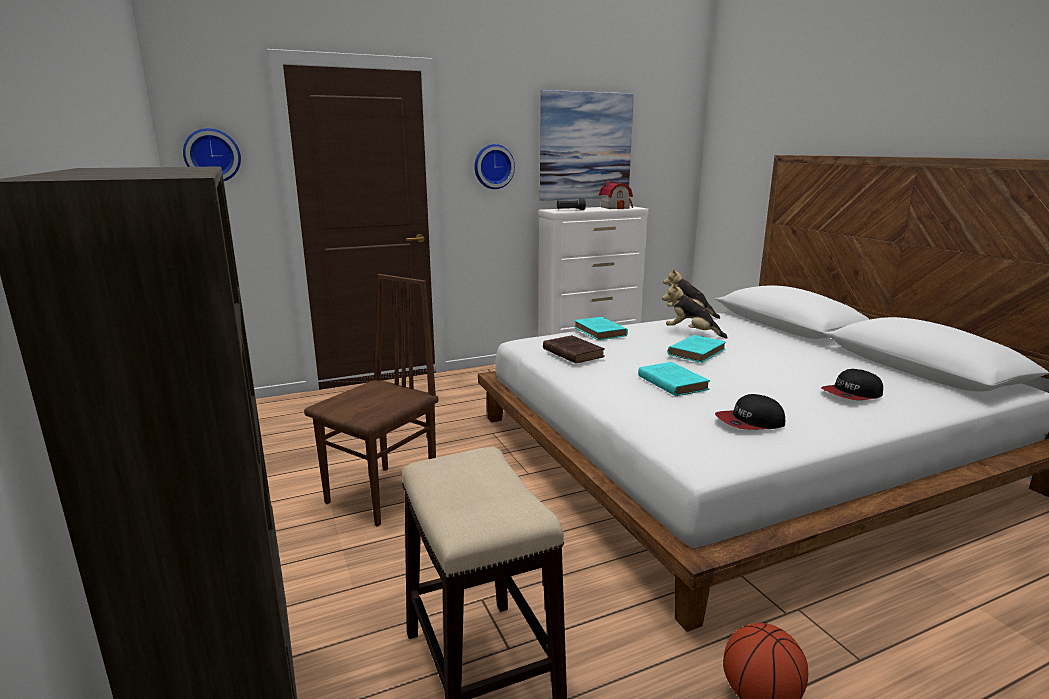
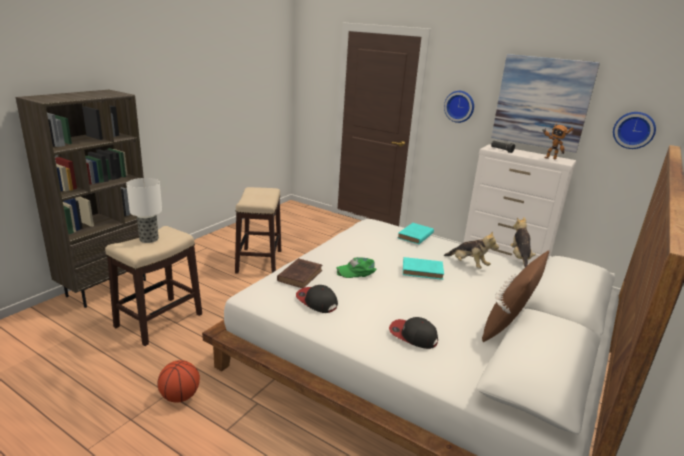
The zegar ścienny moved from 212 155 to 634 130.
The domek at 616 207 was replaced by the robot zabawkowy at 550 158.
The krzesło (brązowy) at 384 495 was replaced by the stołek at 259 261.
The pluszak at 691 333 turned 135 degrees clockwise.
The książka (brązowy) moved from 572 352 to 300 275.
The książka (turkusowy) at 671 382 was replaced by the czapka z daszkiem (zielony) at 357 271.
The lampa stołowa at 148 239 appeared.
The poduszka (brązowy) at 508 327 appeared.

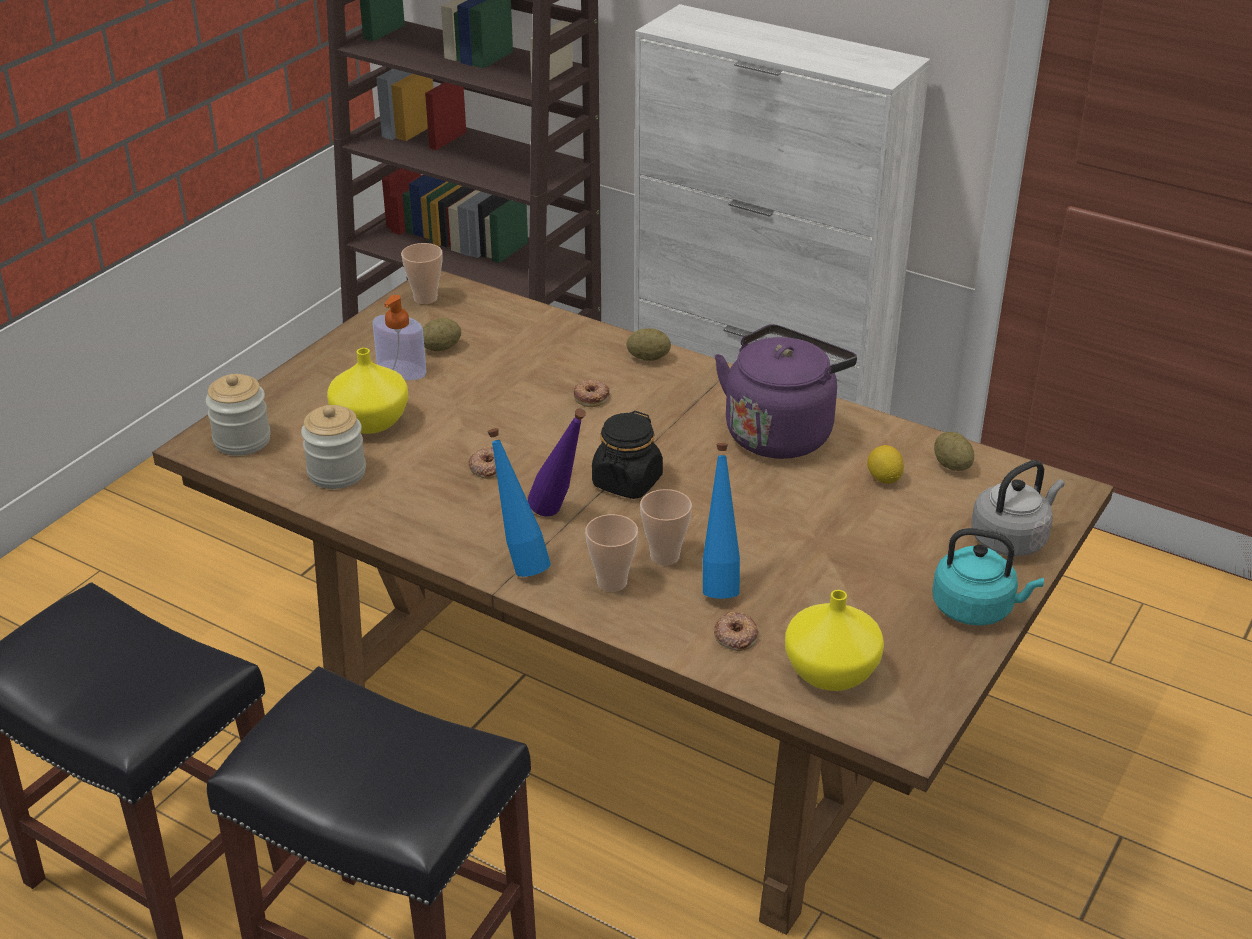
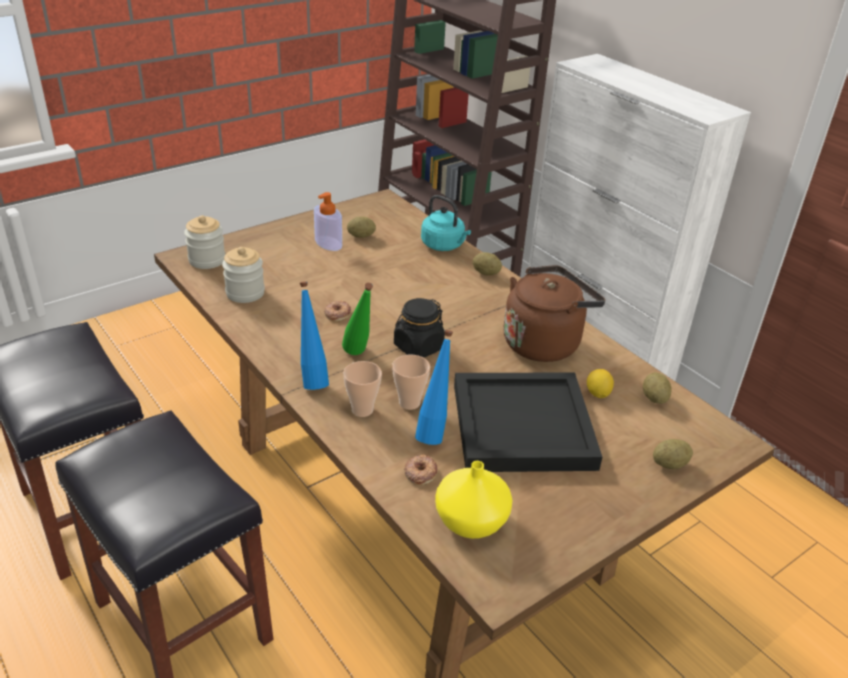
The filiżanka at 425 298 disappeared.
The czajnik (fioletowy) at 781 432 became the czajnik (brązowy) at 544 342.
The wazon (żółty) at 371 420 disappeared.
The donut at 591 397 disappeared.
The butelka (fioletowy) at 559 516 became the butelka (zielony) at 359 356.
The czajnik (szary) at 1011 539 was replaced by the ziemniak at 669 464.
The czajnik (turkusowy) moved from 976 609 to 444 245.
The taca (czarny) at 521 427 appeared.

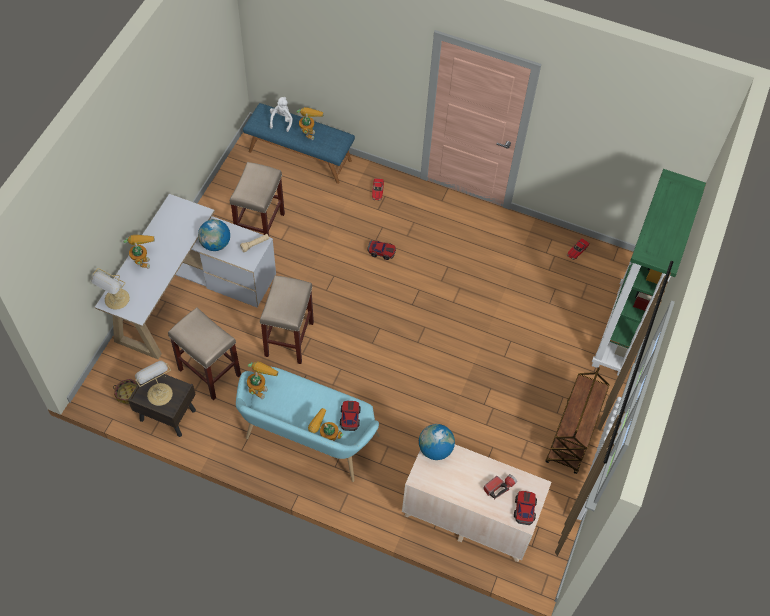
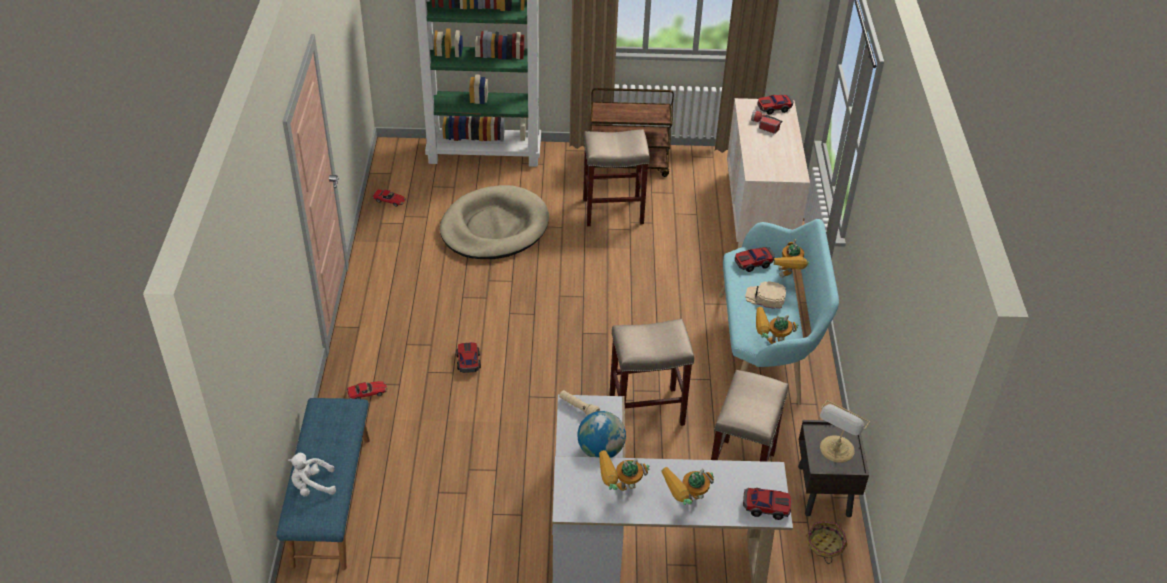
The robot zabawkowy moved from 308 131 to 619 491.
The stołek (beżowy) moved from 260 226 to 612 211.
The lampa stołowa at 116 300 was replaced by the samochodzik at 766 506.
The globus at 435 449 disappeared.
The legowisko (beżowy) at 494 227 appeared.
The czapka z daszkiem (beżowy) at 765 297 appeared.

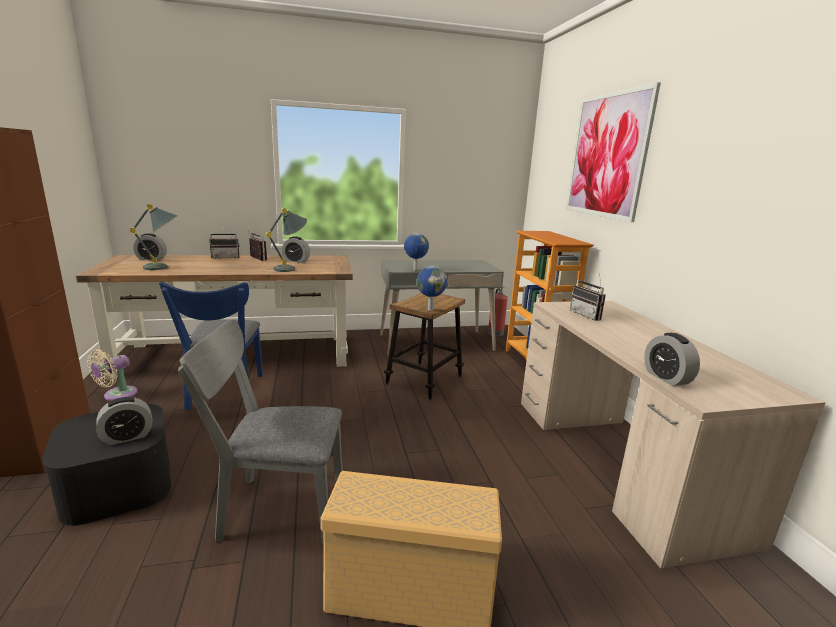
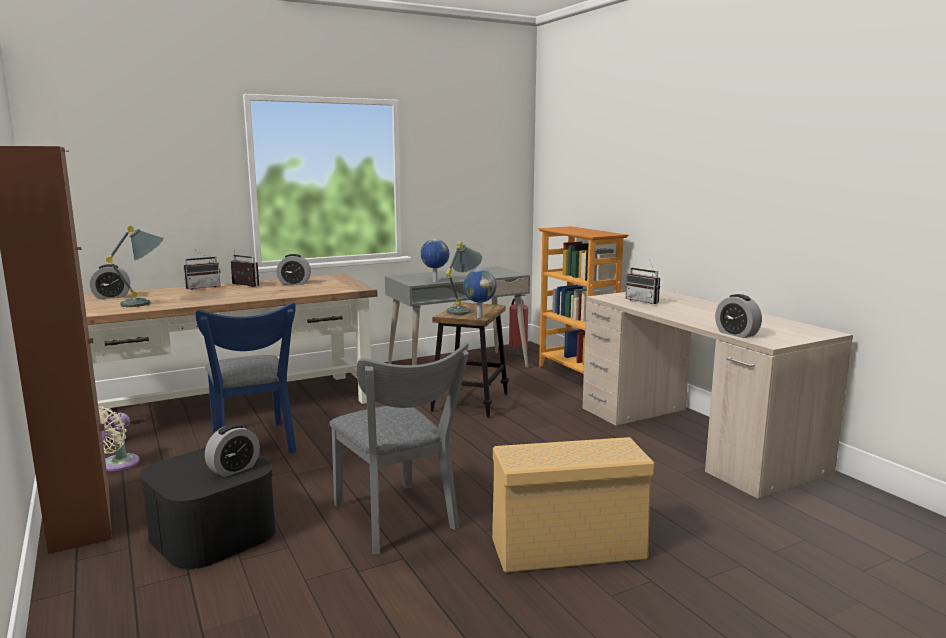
The obraz at 607 155 disappeared.
The lampa stołowa (szary) moved from 291 268 to 464 310.
The krzesło (szary) at 274 508 turned 105 degrees counterclockwise.

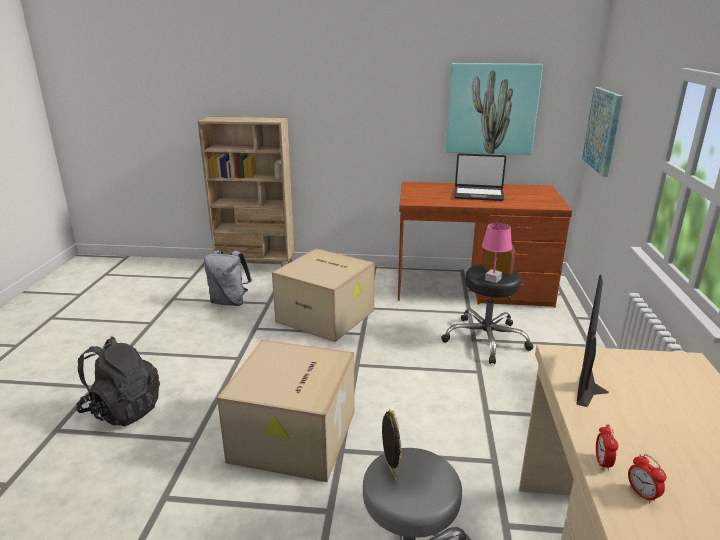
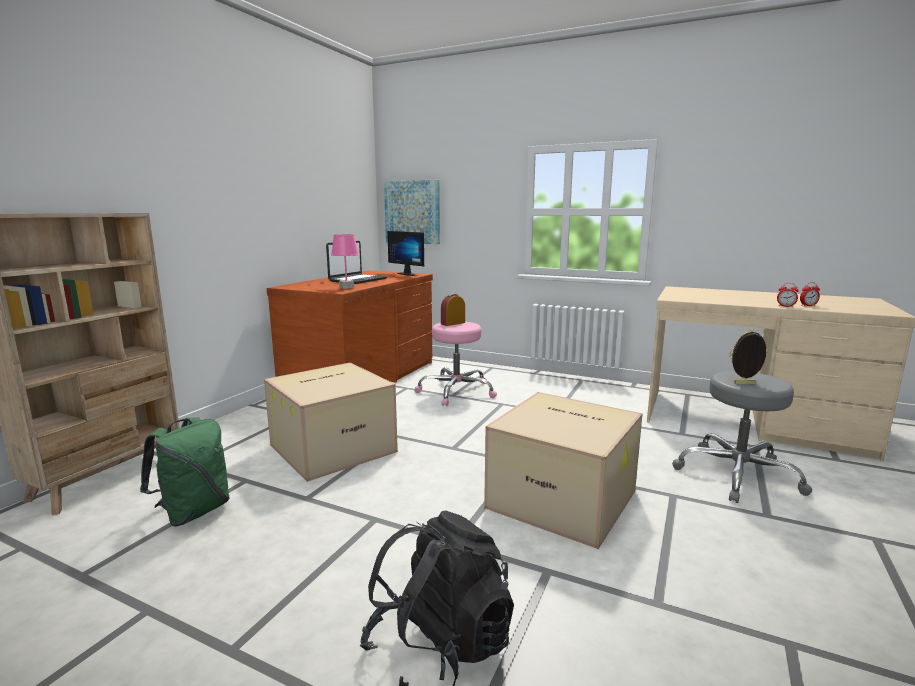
The obraz at 491 109 disappeared.
The lampa stołowa (różowy) moved from 493 279 to 346 287.
The plecak (szary) at 230 302 became the plecak (zielony) at 194 512.
The stołek (czarny) at 486 339 became the stołek (różowy) at 456 391.
The monitor moved from 593 388 to 410 274.

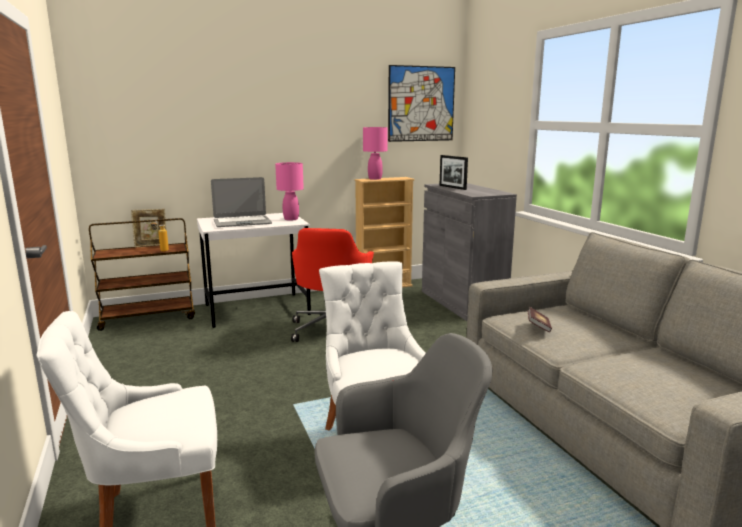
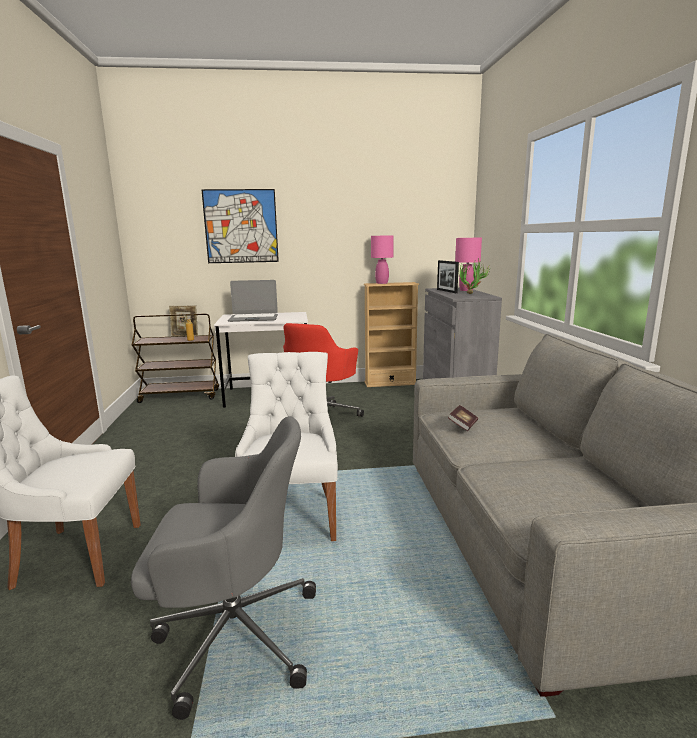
The obraz moved from 421 104 to 241 226.
The lampa stołowa (różowy) moved from 290 219 to 466 290.
The roślina doniczkowa at 471 294 appeared.

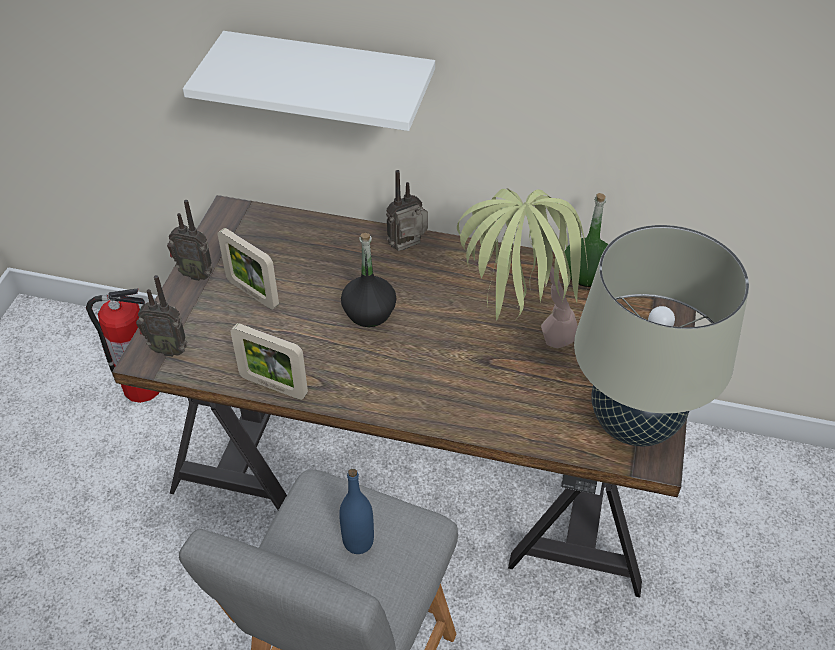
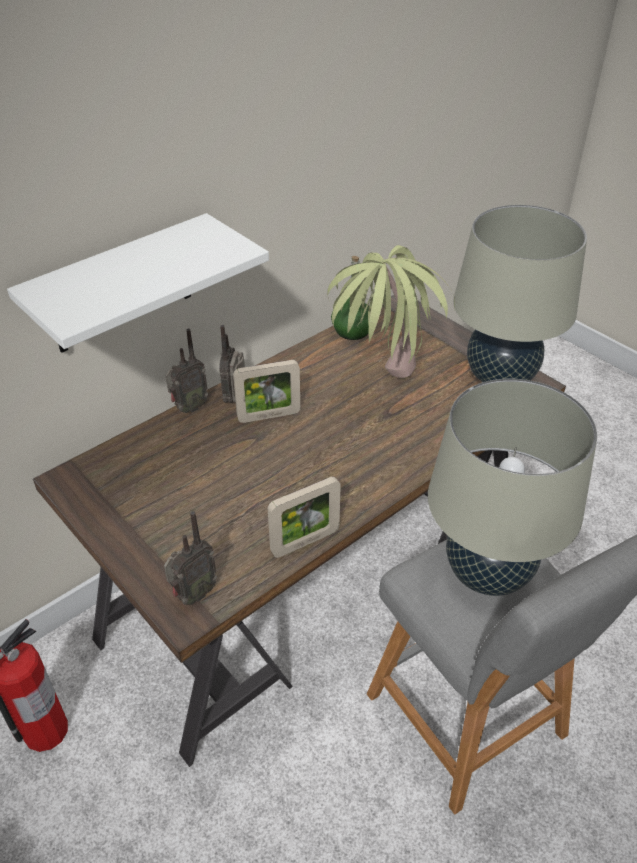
The radio moved from 196 273 to 188 408.
The ramka na zdjęcie moved from 252 293 to 269 416.
The butelka (czarny) at 369 312 disappeared.
The butelka (niebieski) at 358 542 was replaced by the lampa stołowa (beżowy) at 488 572.

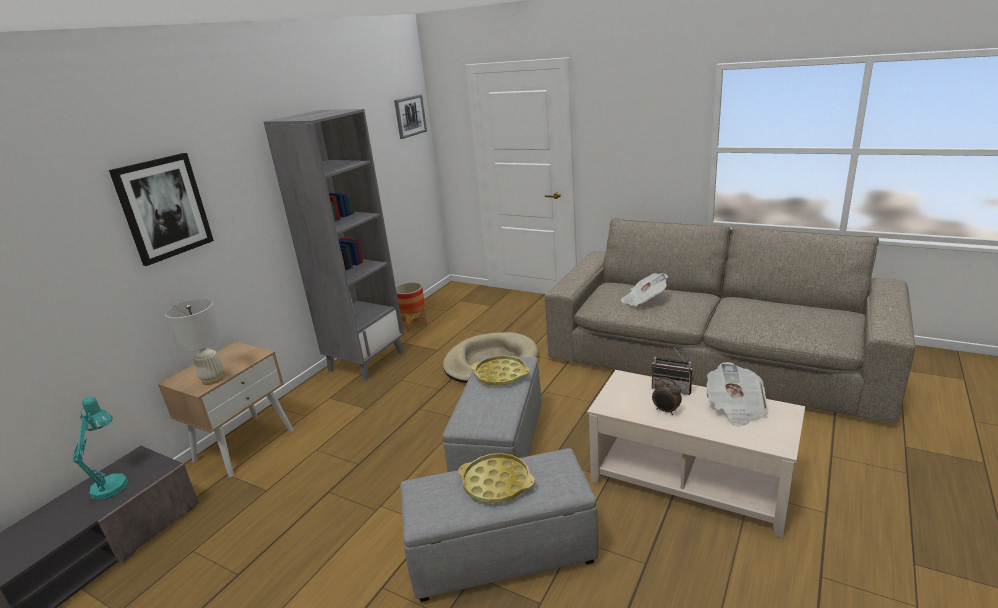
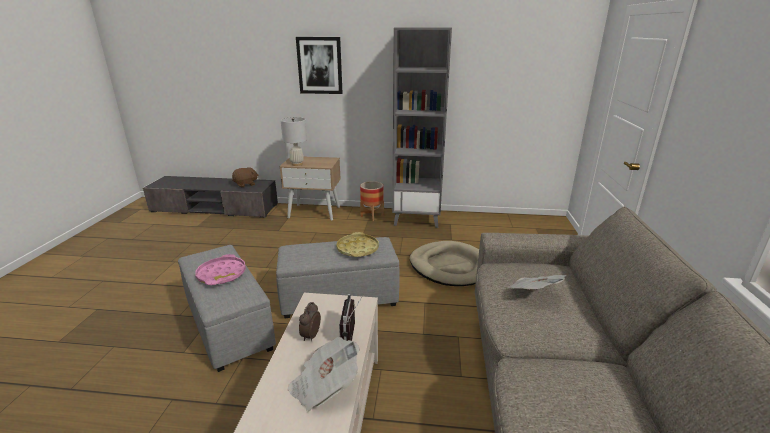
The obraz at 410 116 disappeared.
The donica moved from 414 325 to 372 216.
The lampa stołowa (turkusowy) at 113 483 was replaced by the pluszak (brązowy) at 246 184.
The taca (żółty) at 496 483 became the taca (różowy) at 222 274.

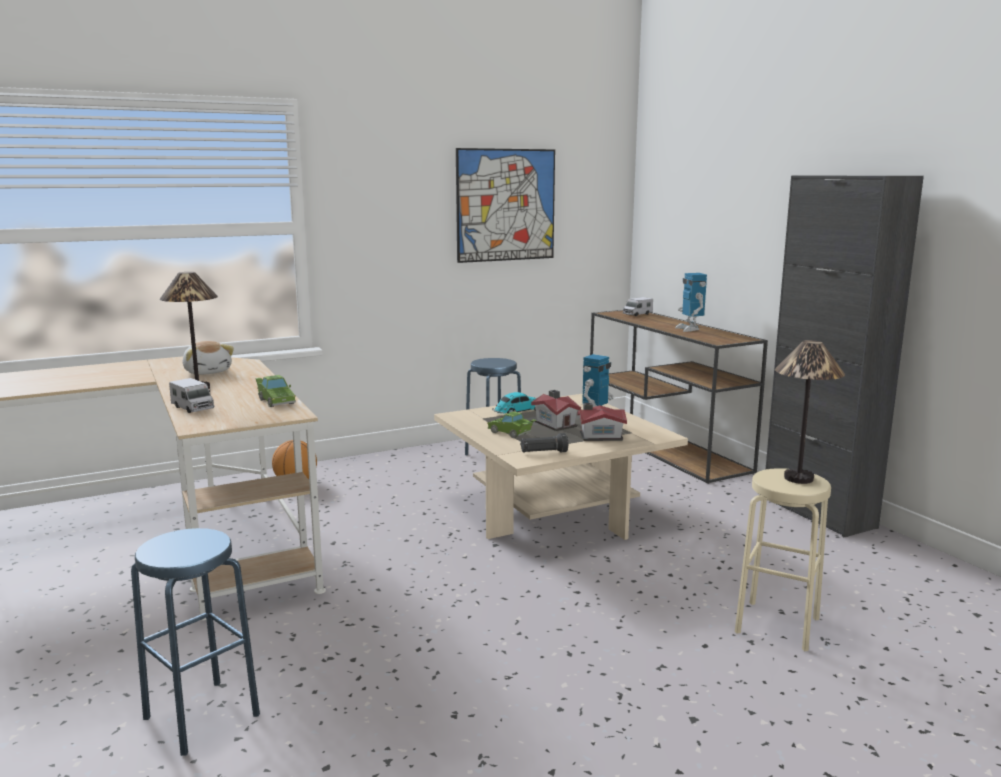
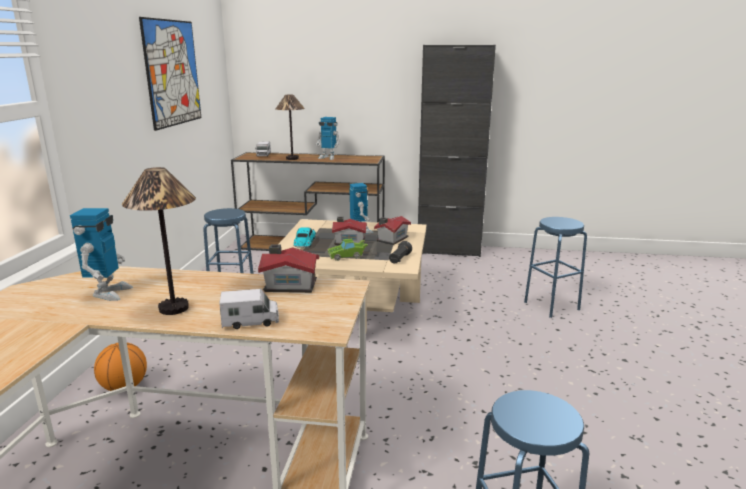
The lampa stołowa moved from 799 479 to 292 158.
The pluszak at 208 372 was replaced by the robot zabawkowy at 108 293.
The samochodzik (zielony) at 275 401 was replaced by the domek at 289 285.
The stołek (beżowy) at 777 625 became the stołek (niebieski) at 551 305.

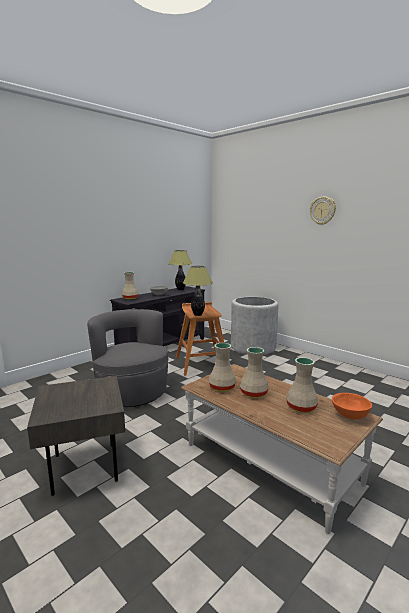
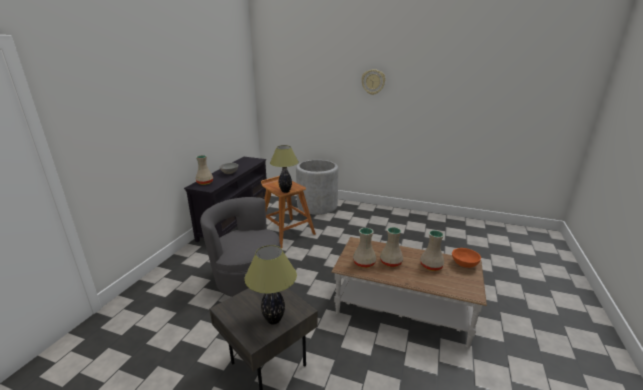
The lampa stołowa moved from 180 289 to 274 319.

